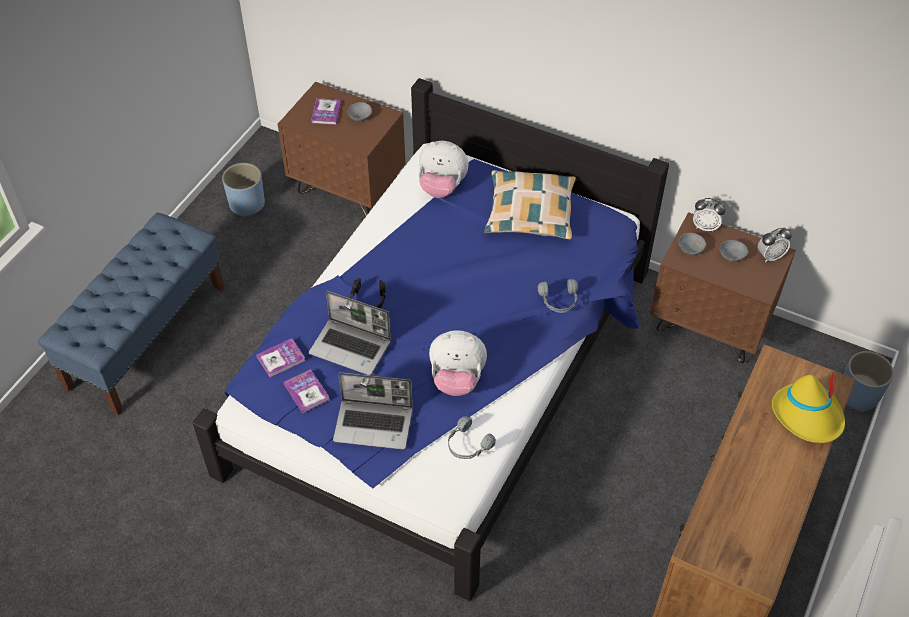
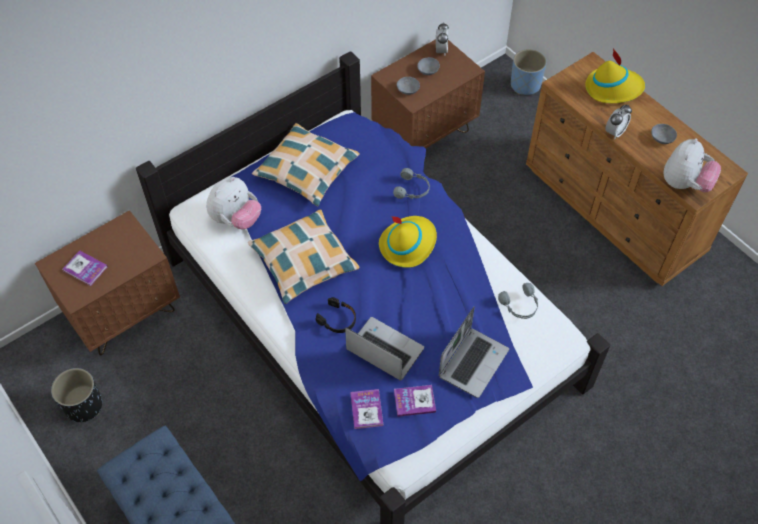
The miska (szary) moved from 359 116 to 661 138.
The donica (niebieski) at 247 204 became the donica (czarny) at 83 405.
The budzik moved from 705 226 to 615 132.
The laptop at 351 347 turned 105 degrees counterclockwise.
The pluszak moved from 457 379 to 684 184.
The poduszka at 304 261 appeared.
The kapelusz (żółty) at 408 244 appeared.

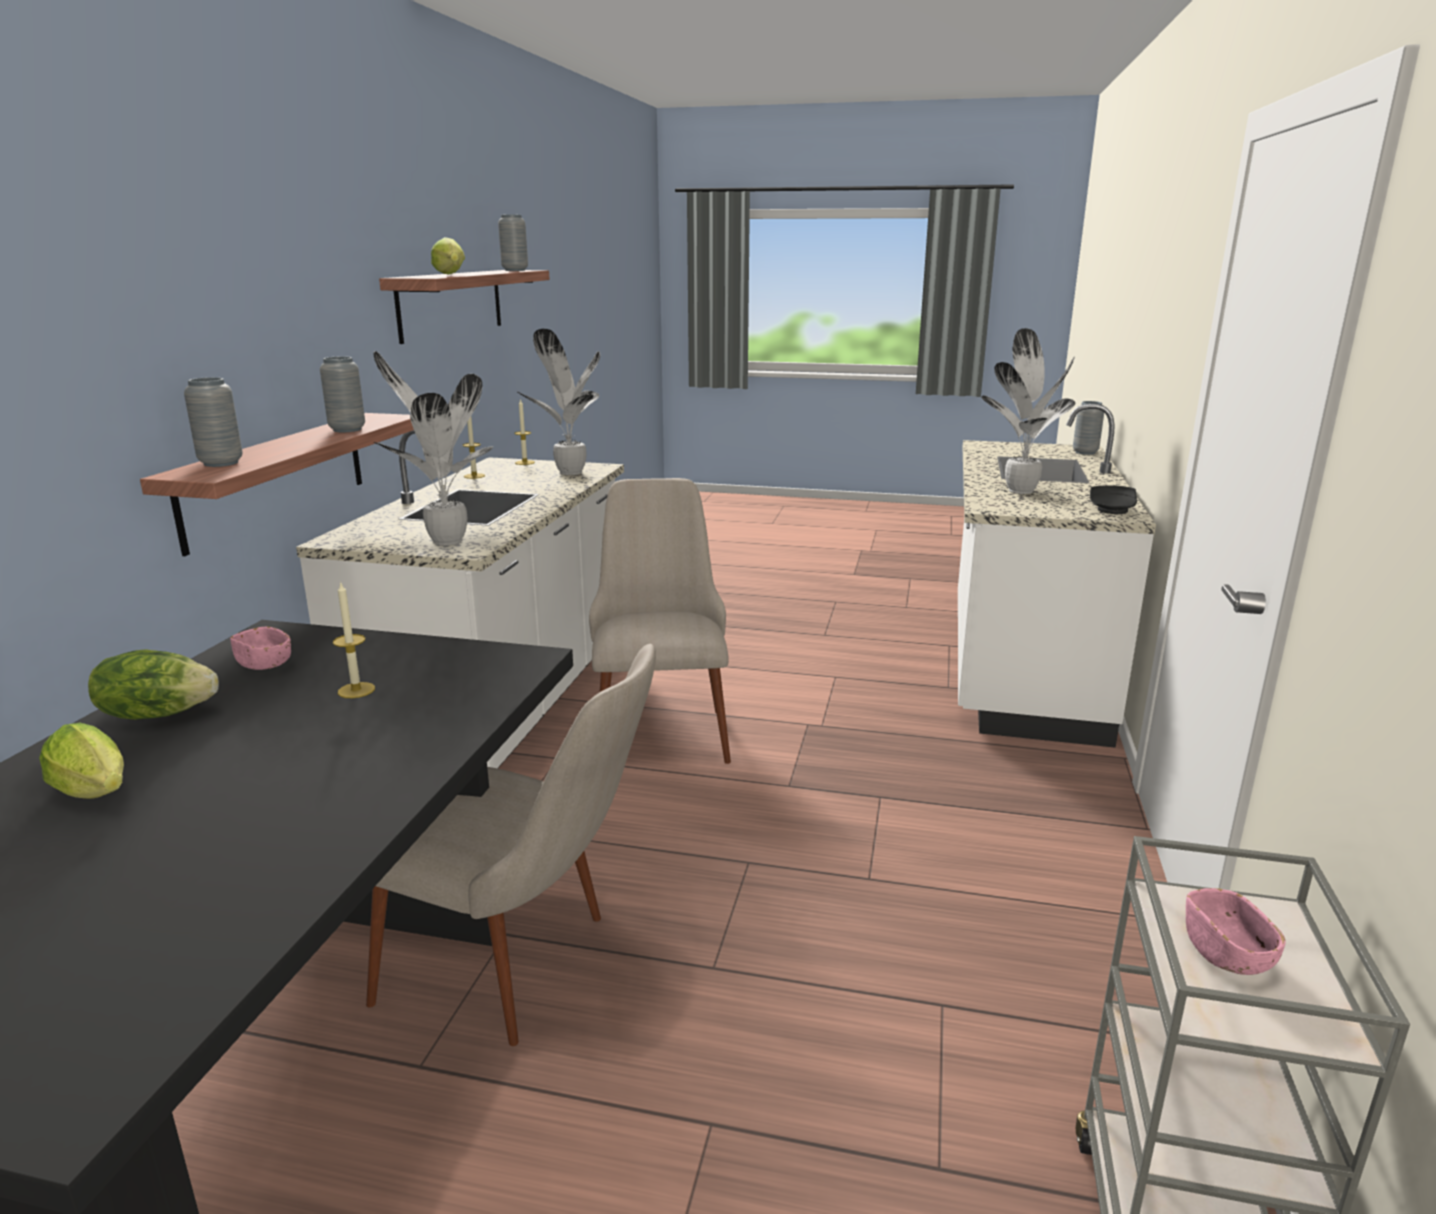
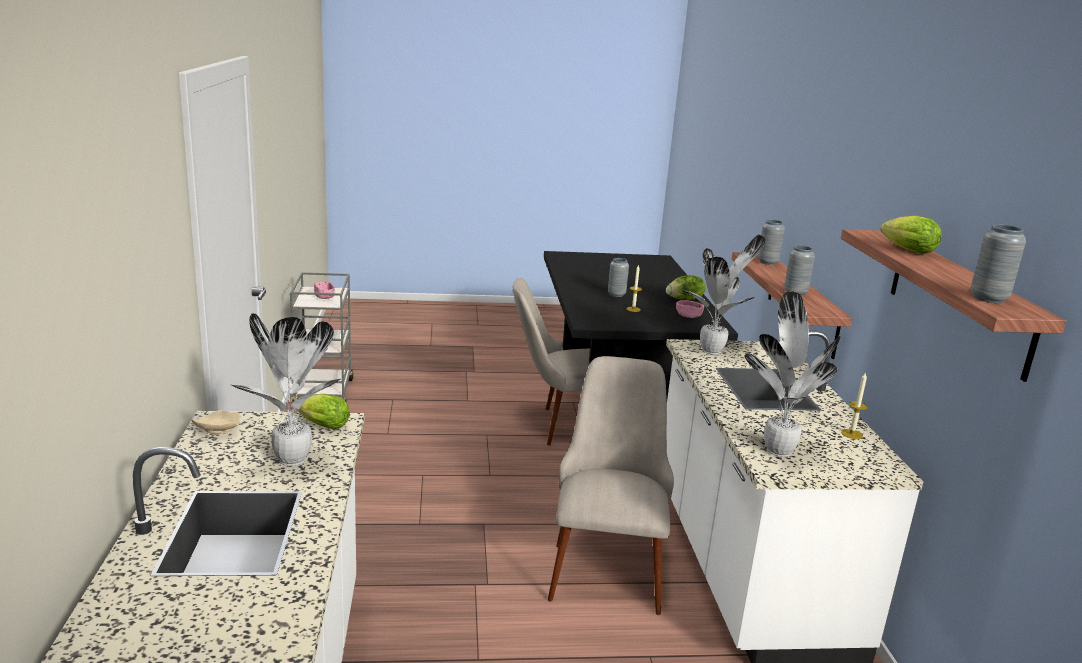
The świeca at 525 462 disappeared.
The wazon (szary) moved from 1085 452 to 616 294.
The krzesło (beżowy) at 660 725 turned 150 degrees counterclockwise.
The talerz (czarny) at 1112 509 became the talerz (beżowy) at 217 430.
The sałata moved from 97 794 to 321 425.

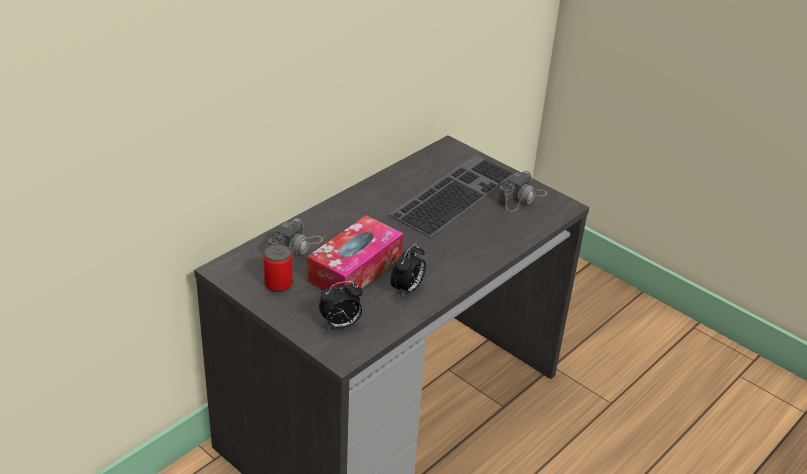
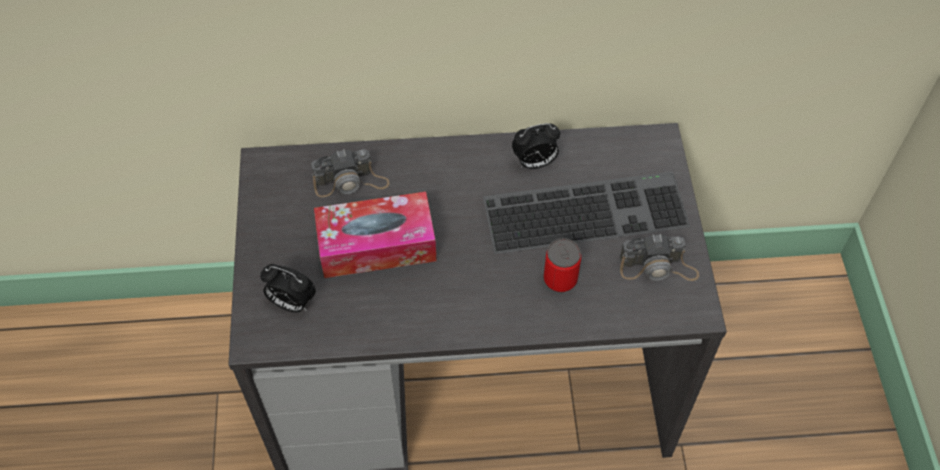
The puszka moved from 278 284 to 560 279.
The budzik moved from 407 289 to 534 163.

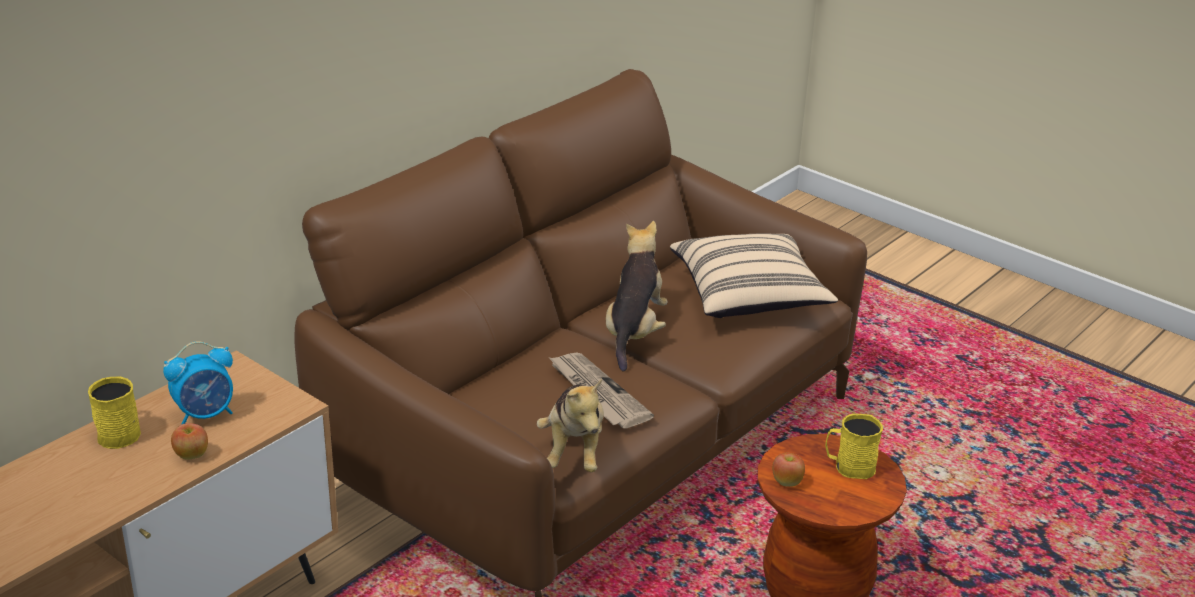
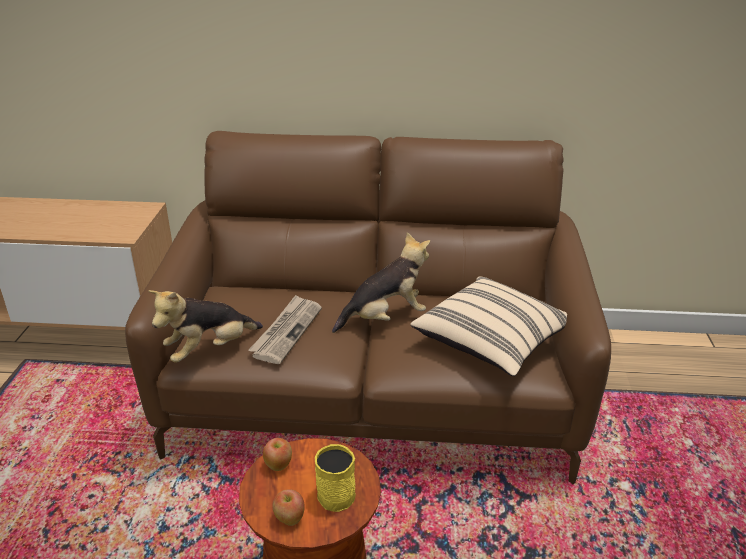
The budzik at 205 414 disappeared.
The kubek (żółty) at 120 431 disappeared.
The jabłko moved from 191 455 to 289 519.

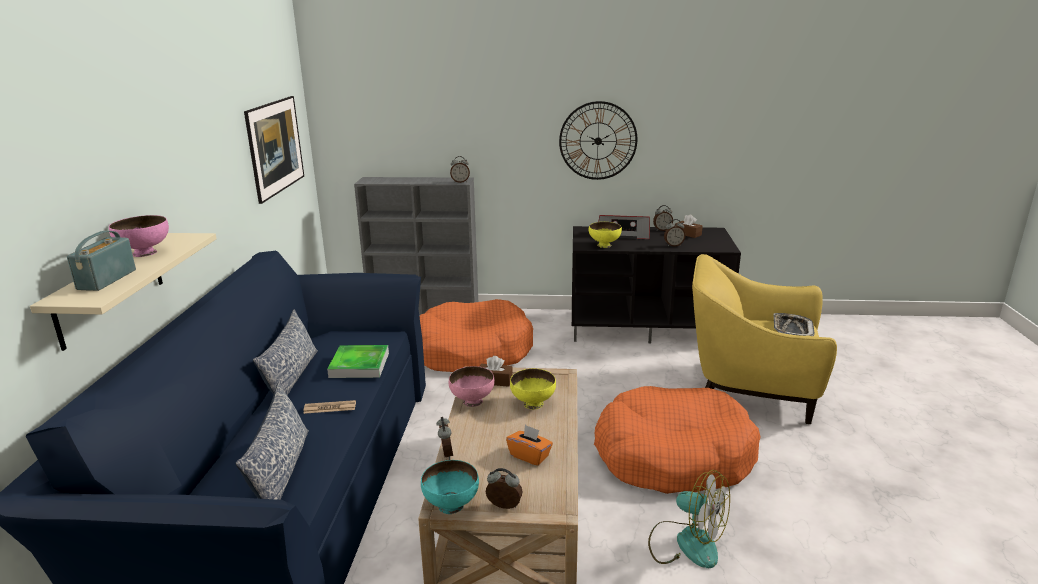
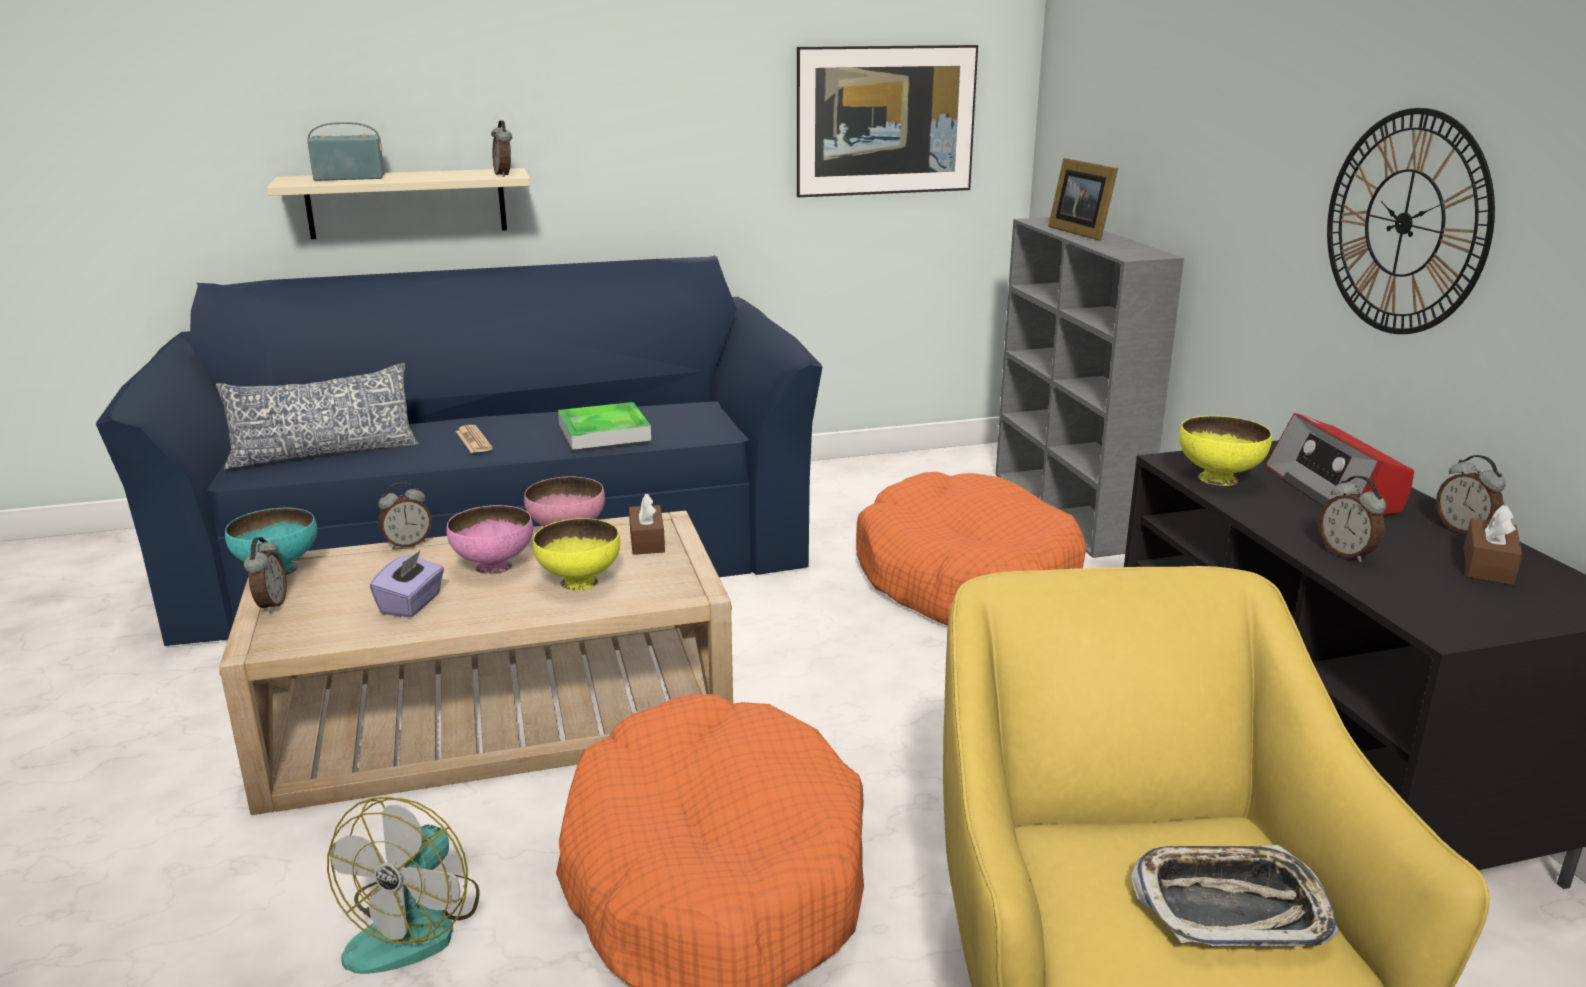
The budzik moved from 460 182 to 504 175.
The miska (różowy) moved from 145 253 to 493 567.
The poduszka at 291 377 disappeared.
The pudełko chusteczek (pomarańczowy) at 529 456 became the pudełko chusteczek (fioletowy) at 411 604.
The ramka na zdjęcie at 1080 232 appeared.

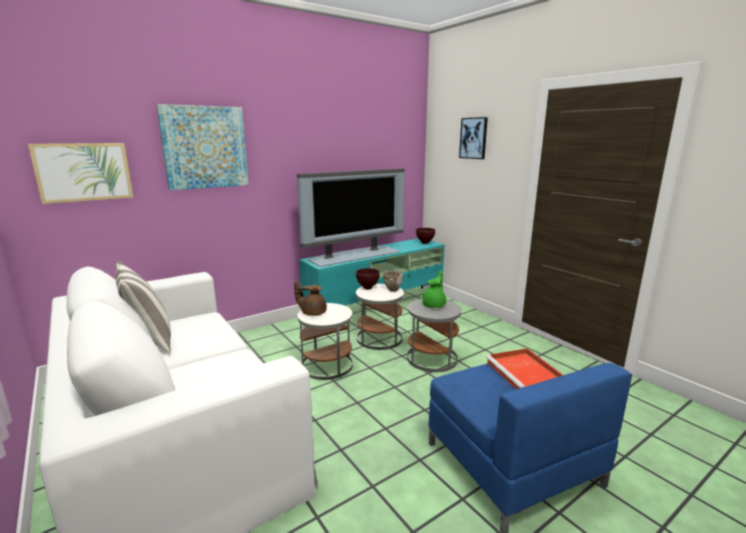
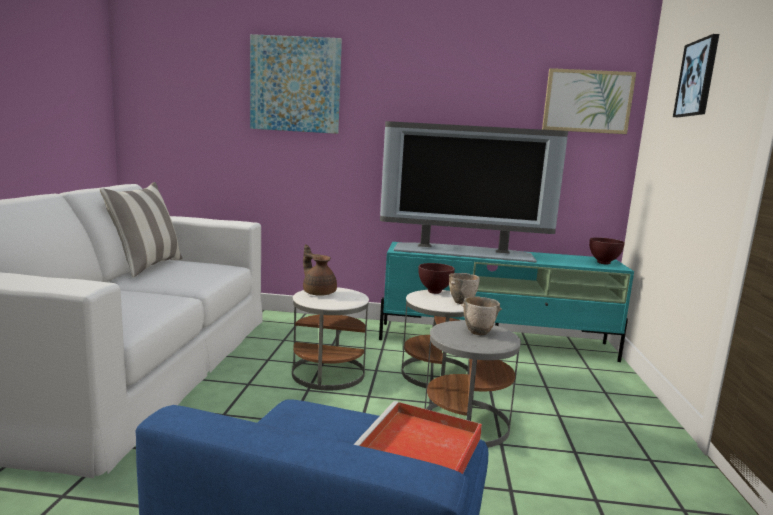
The obraz moved from 84 172 to 587 101.
The imbryk (zielony) at 434 305 was replaced by the miska at 480 332.

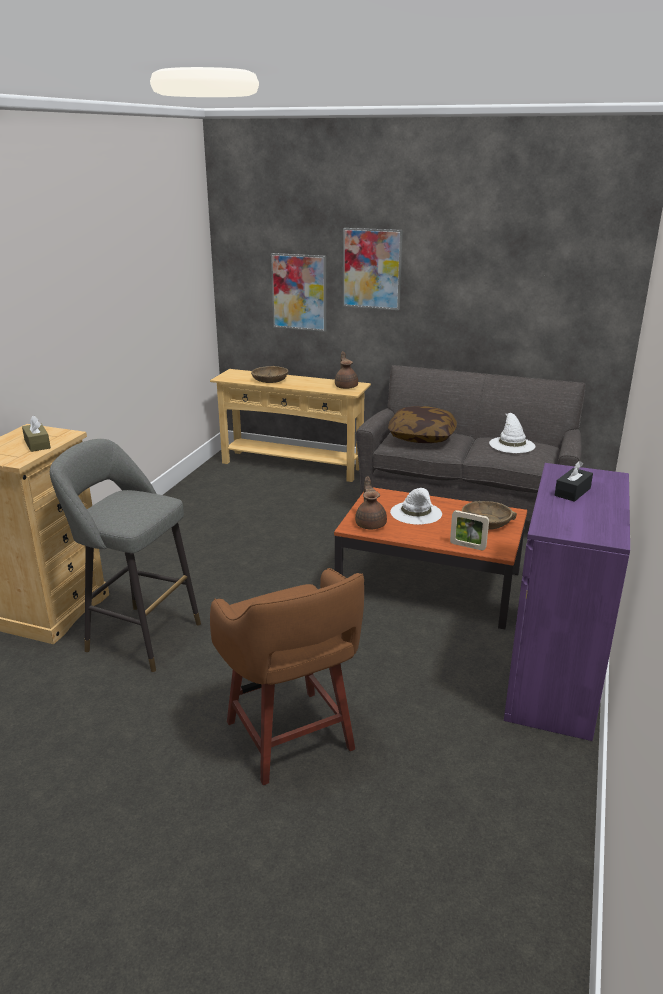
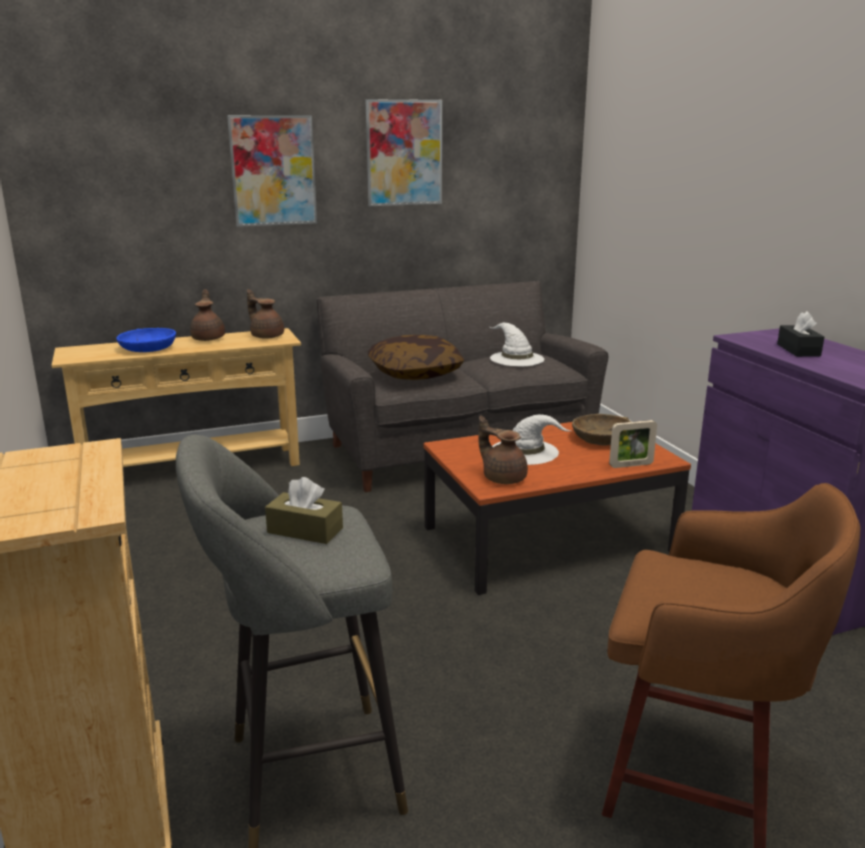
The obraz moved from 299 292 to 404 153.
The miska (brązowy) at 270 380 became the miska (niebieski) at 147 348.
The pudełko chusteczek (brązowy) moved from 37 444 to 305 530.
The imbryk (brązowy) at 209 338 appeared.

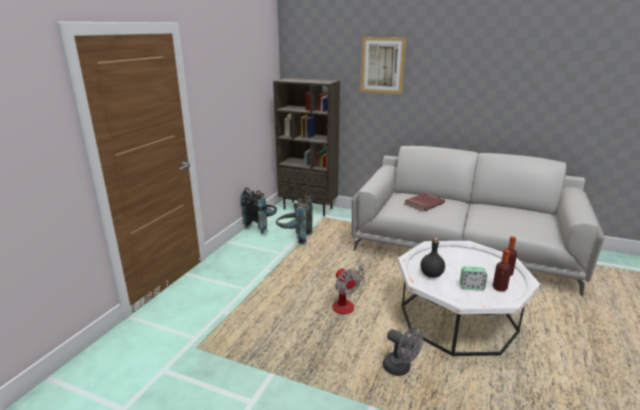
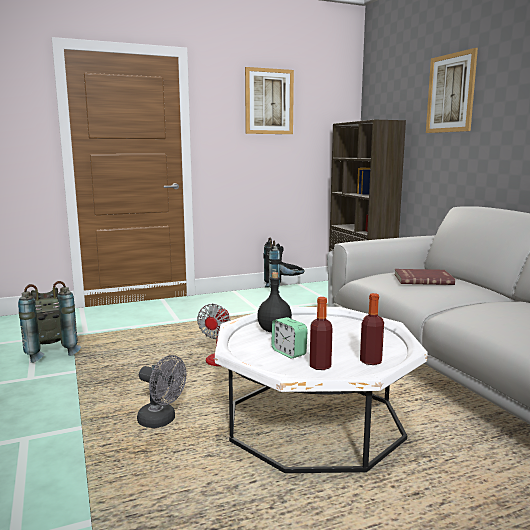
The plecak (szary) moved from 294 238 to 50 351.
The wentylator (szary) at 400 368 turned 60 degrees counterclockwise.
The obraz at 269 101 appeared.

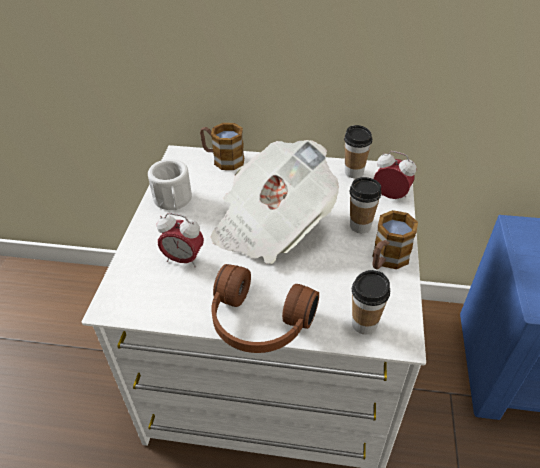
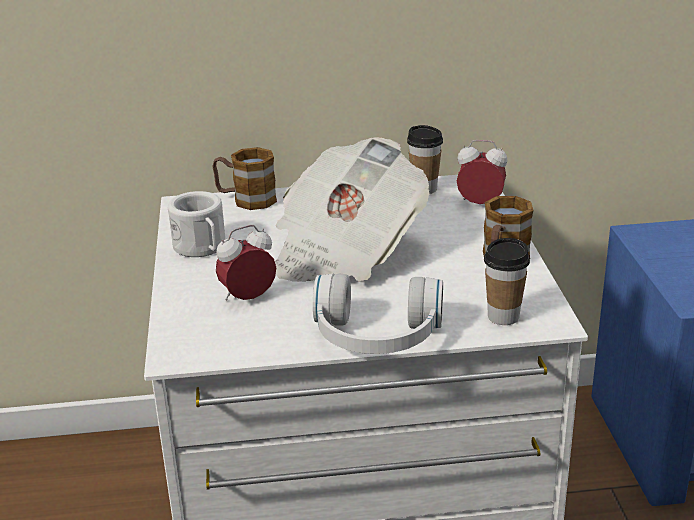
The filiżanka at 360 226 disappeared.
The budzik at 183 259 turned 150 degrees clockwise.
The słuchawki (brązowy) at 258 324 became the słuchawki (biały) at 376 338.

